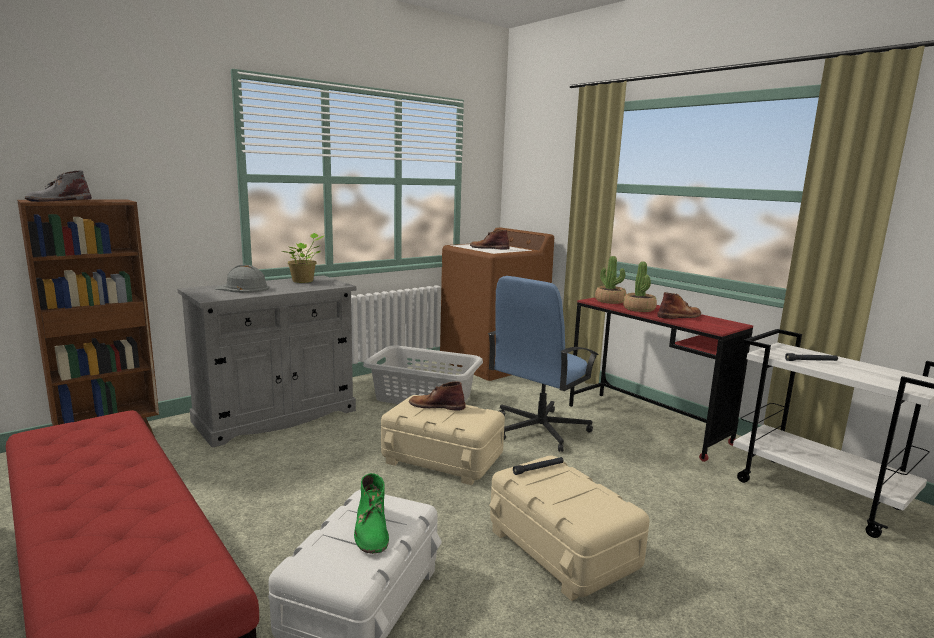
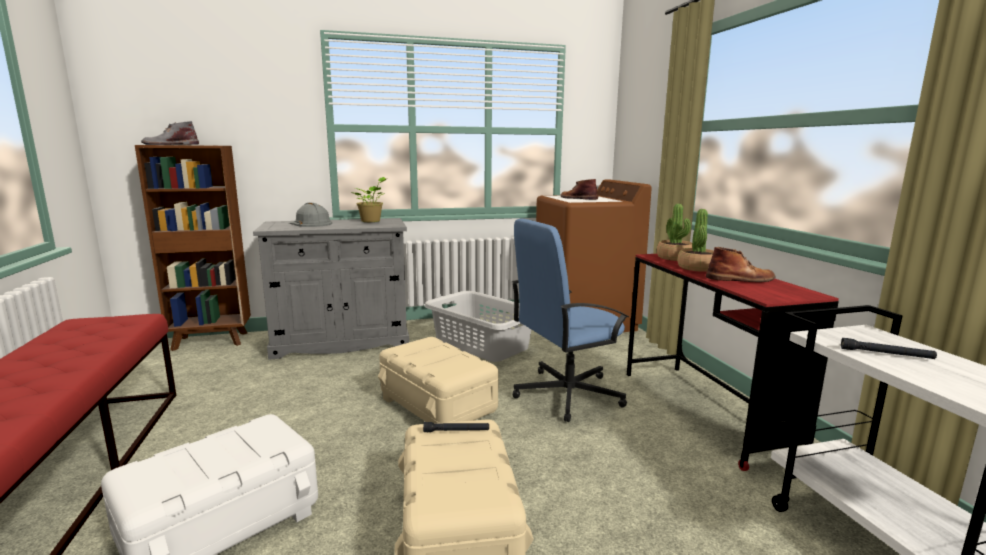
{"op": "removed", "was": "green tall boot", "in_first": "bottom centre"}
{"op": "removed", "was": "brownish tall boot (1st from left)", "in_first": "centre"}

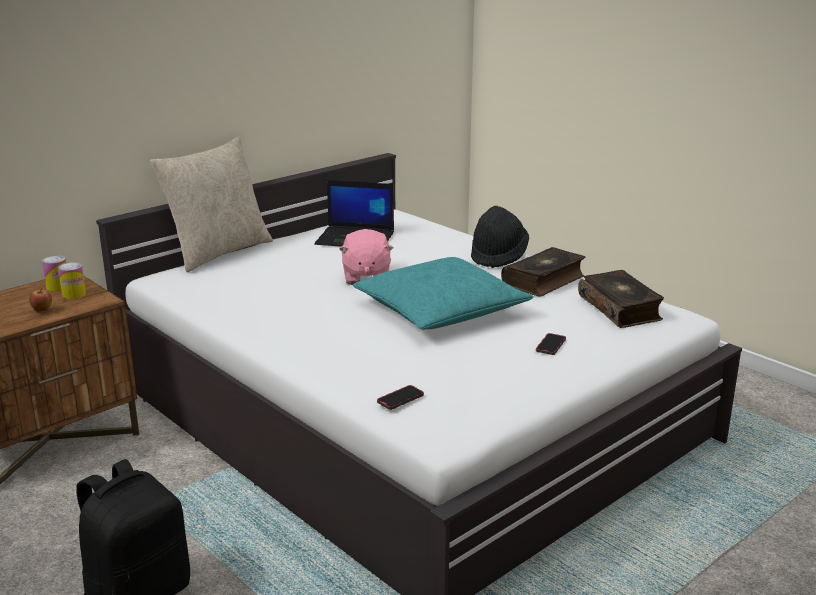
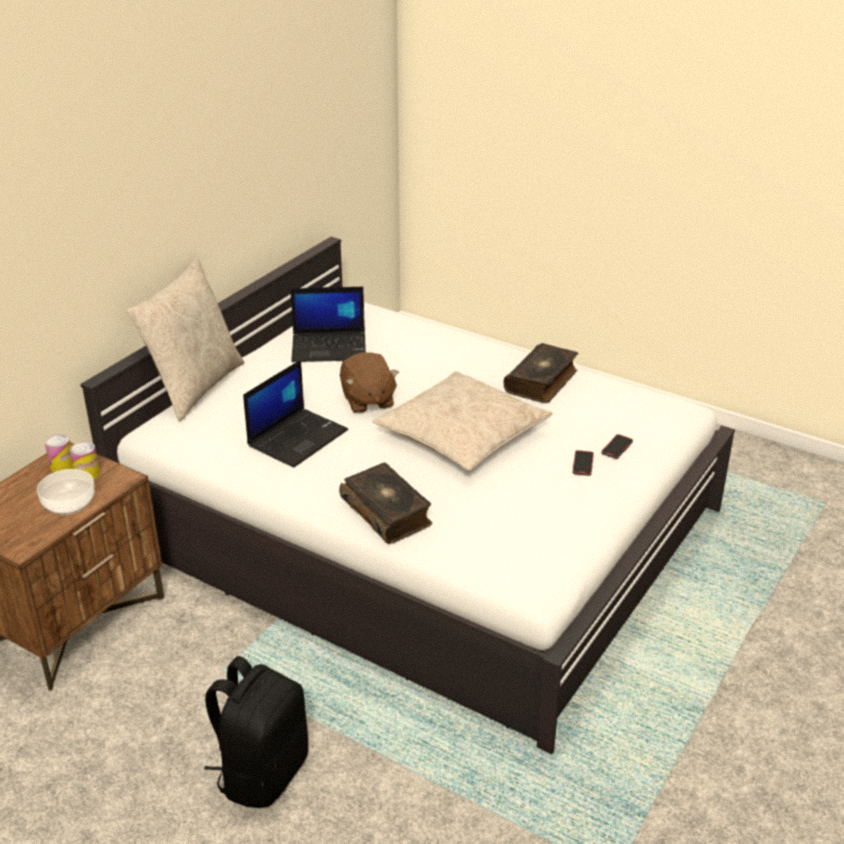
{"op": "replaced", "was": "apple fruit", "now": "bowl", "in_first": "middle left", "in_second": "middle left"}
{"op": "added", "now": "notebook computer (1st from left)", "in_second": "centre"}
{"op": "moved", "was": "book (2nd from left in the first image)", "now": "book (1st from left)", "in_first": "middle right", "in_second": "centre"}
{"op": "recoloured", "was": "pink soft toy", "now": "brownish soft toy", "in_first": "centre", "in_second": "centre"}
{"op": "recoloured", "was": "turquoise throw pillow", "now": "sand-coloured throw pillow (2nd from left)", "in_first": "centre", "in_second": "centre"}
{"op": "moved", "was": "telephone (1st from left in the first image)", "now": "telephone (2nd from left)", "in_first": "bottom centre", "in_second": "middle right"}
{"op": "removed", "was": "blackish wearable hat", "in_first": "centre"}

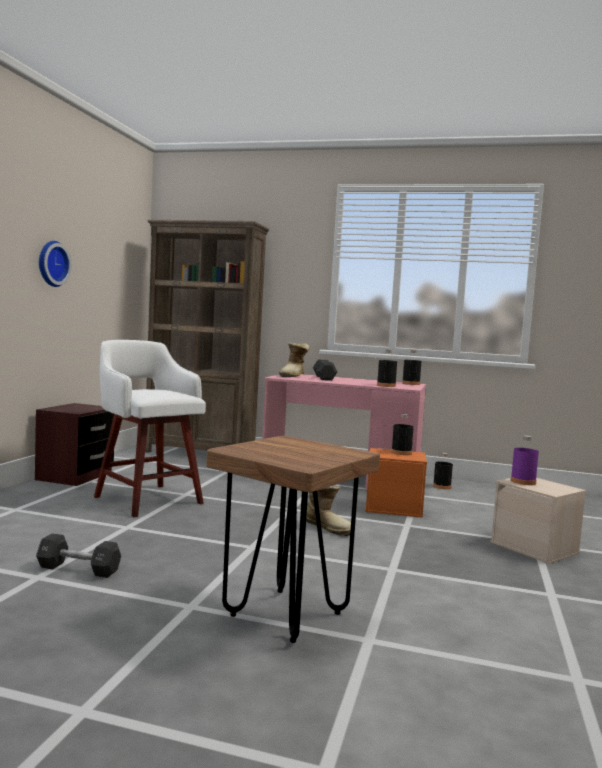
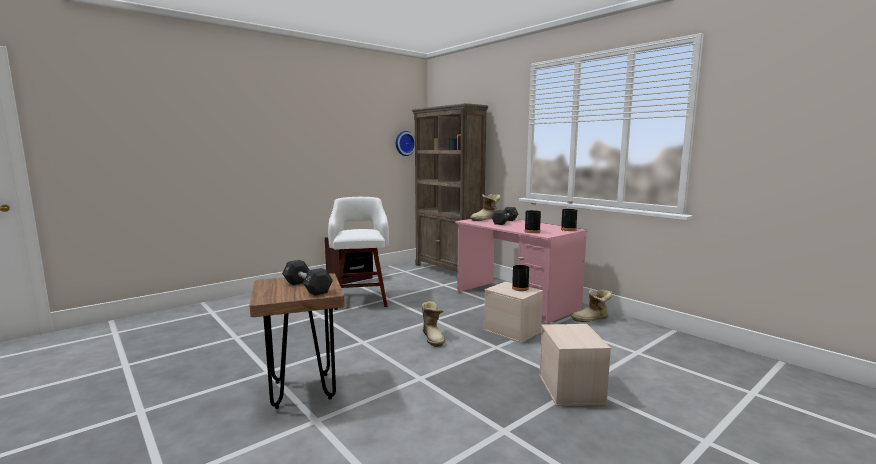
{"op": "moved", "was": "blackish free weight (1st from left)", "in_first": "bottom left", "in_second": "centre"}
{"op": "moved", "was": "wall clock", "in_first": "middle left", "in_second": "top centre"}
{"op": "recoloured", "was": "orange storage bin", "now": "sand-coloured storage bin (1st from left)", "in_first": "centre", "in_second": "bottom centre"}
{"op": "replaced", "was": "blackish drink bottle (4th from left)", "now": "tall boot (3rd from left)", "in_first": "middle right", "in_second": "middle right"}
{"op": "removed", "was": "purple drink bottle", "in_first": "middle right"}

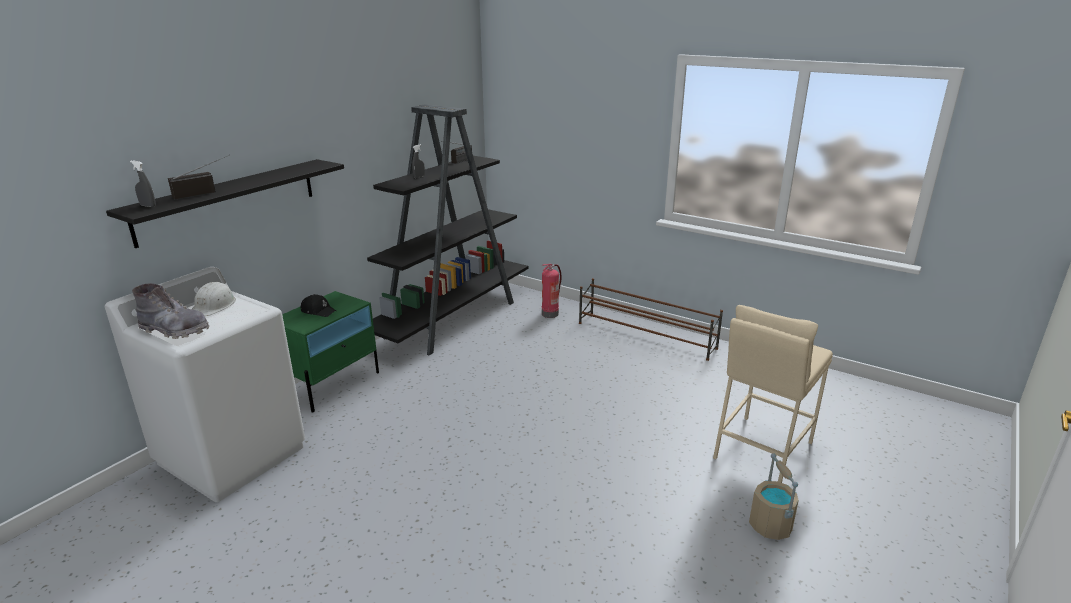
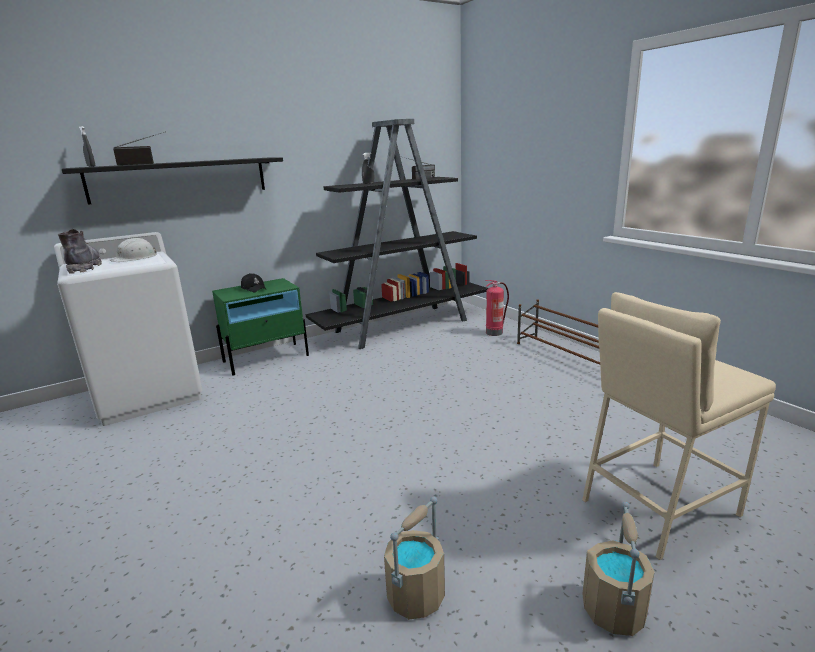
{"op": "turned", "was": "gray tall boot", "in_first": "middle left", "in_second": "middle left", "clockwise": -150}
{"op": "added", "now": "sand-coloured water bucket (1st from left)", "in_second": "bottom centre"}

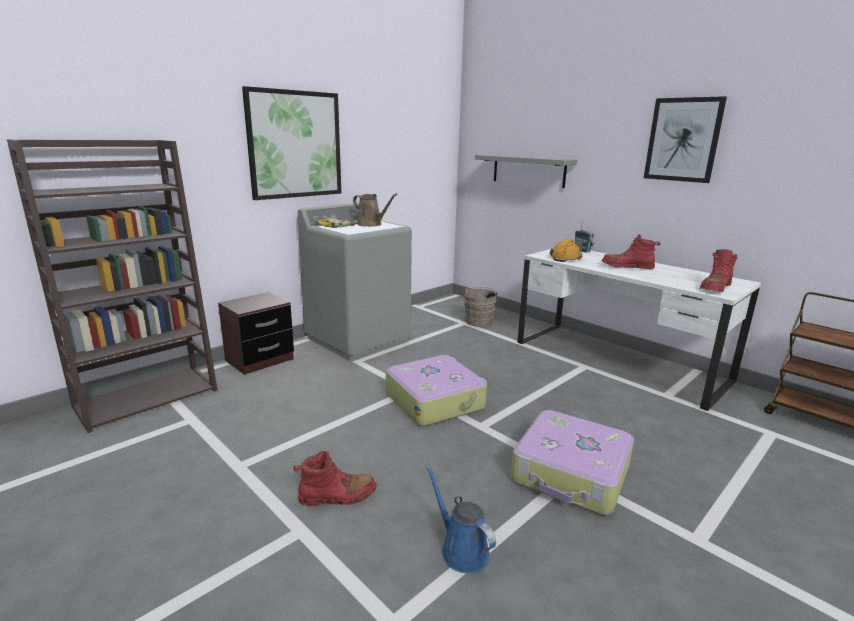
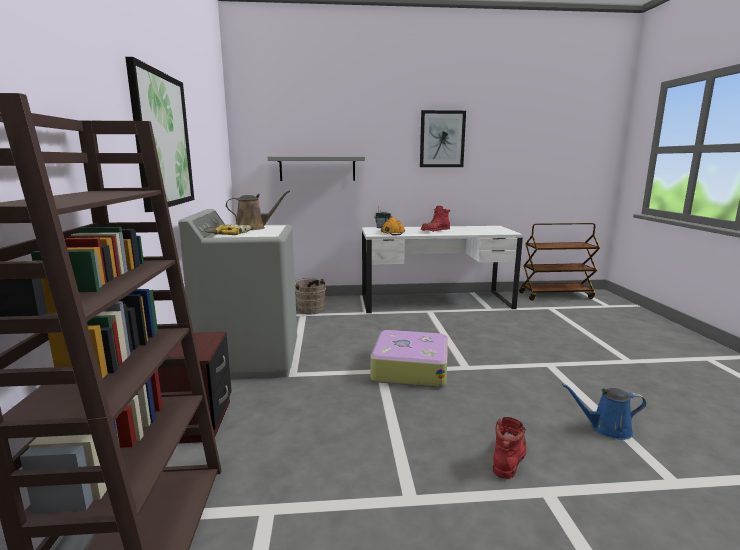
{"op": "removed", "was": "travel case (2nd from left)", "in_first": "bottom right"}
{"op": "removed", "was": "reddish tall boot (3rd from left)", "in_first": "middle right"}

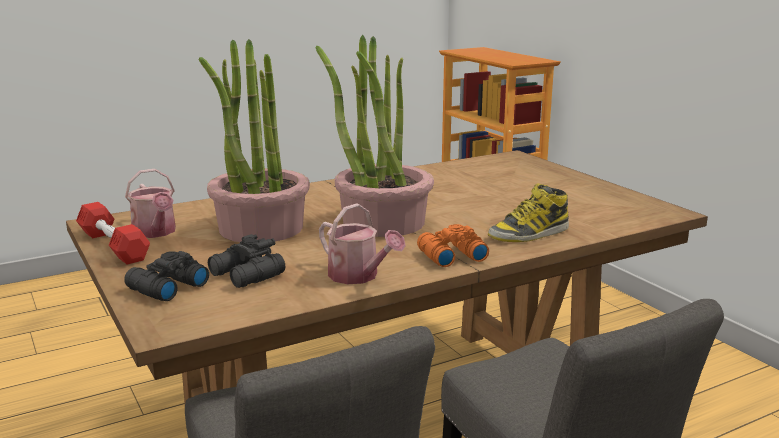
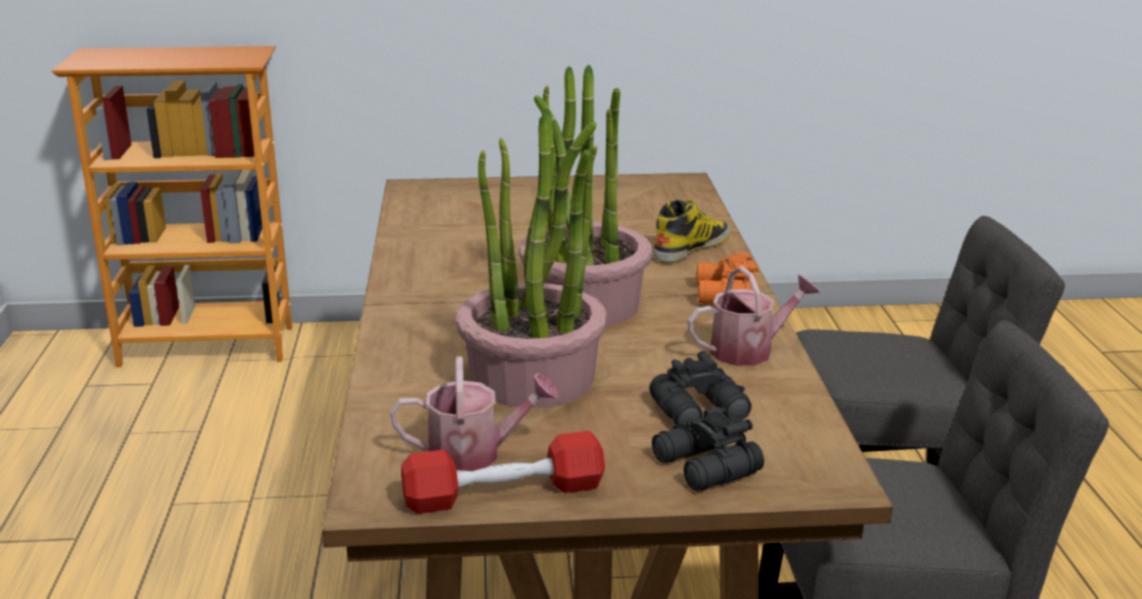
{"op": "turned", "was": "tall boot", "in_first": "middle right", "in_second": "centre", "clockwise": -135}

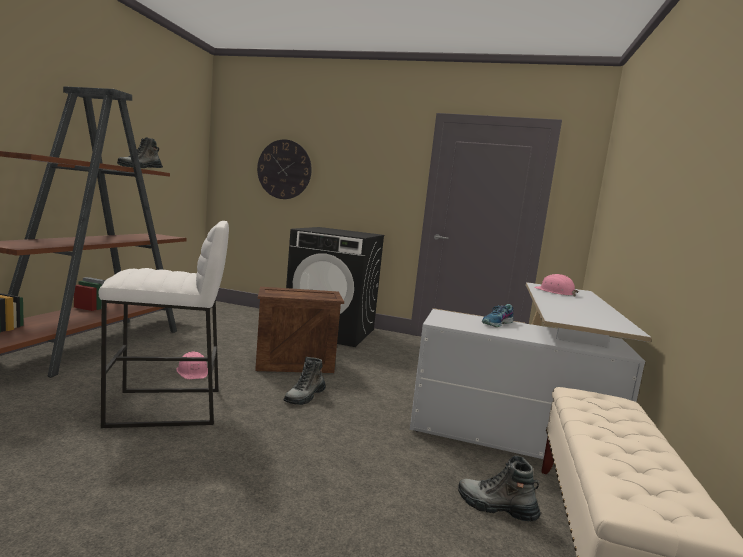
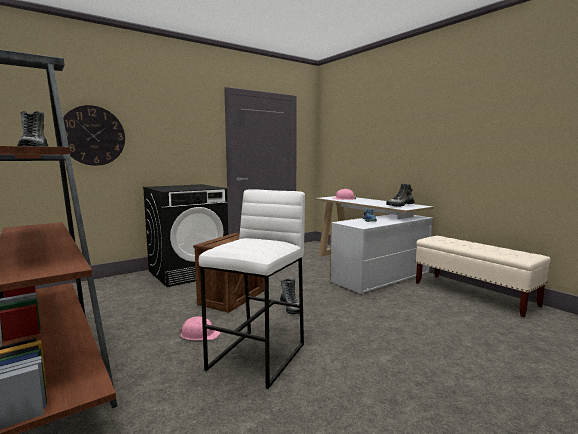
{"op": "moved", "was": "tall boot (3rd from left)", "in_first": "bottom right", "in_second": "middle right"}

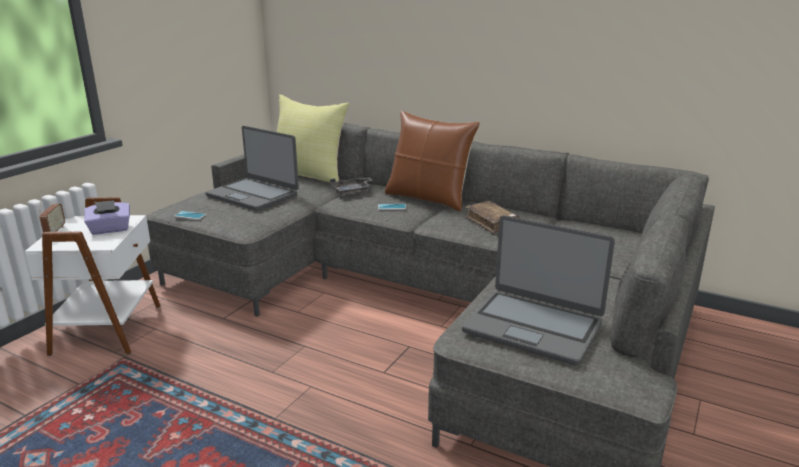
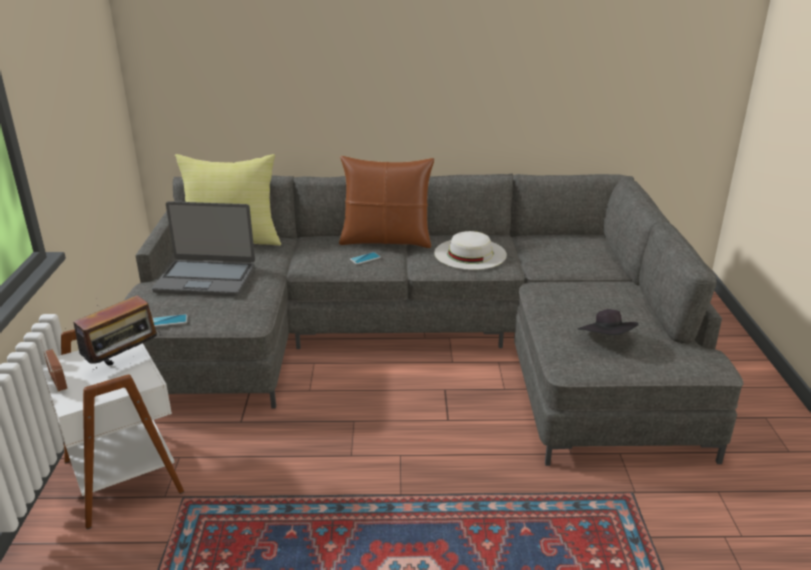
{"op": "replaced", "was": "purple box of tissues", "now": "radio (2nd from left)", "in_first": "middle left", "in_second": "middle left"}
{"op": "replaced", "was": "brownish book", "now": "whitish wearable hat", "in_first": "centre", "in_second": "centre"}
{"op": "replaced", "was": "notebook computer (2nd from left)", "now": "blackish wearable hat", "in_first": "middle right", "in_second": "middle right"}
{"op": "removed", "was": "gray carrying tray", "in_first": "centre"}

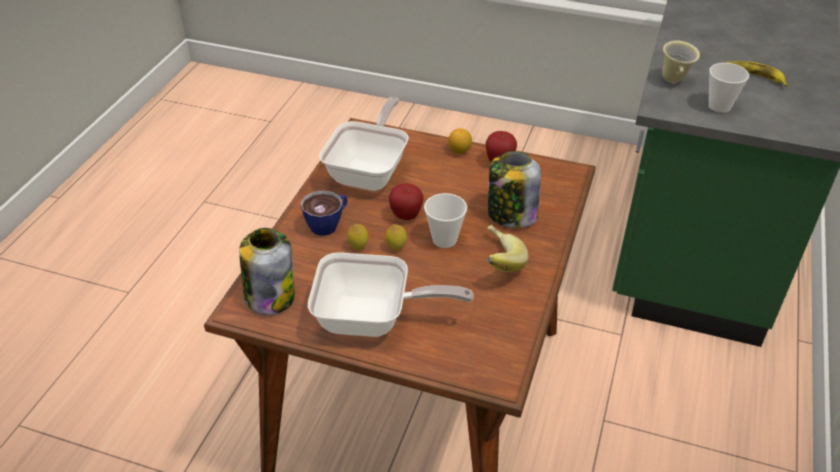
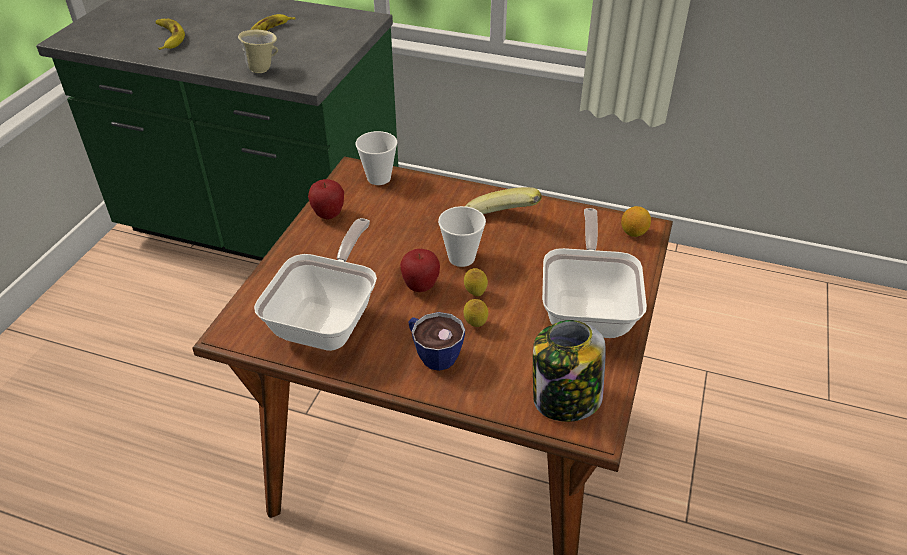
{"op": "added", "now": "banana fruit (1st from left)", "in_second": "top left"}
{"op": "turned", "was": "pan (1st from left)", "in_first": "top centre", "in_second": "centre", "clockwise": 90}
{"op": "moved", "was": "drinking cup (3rd from left in the first image)", "now": "drinking cup (1st from left)", "in_first": "top right", "in_second": "top centre"}
{"op": "moved", "was": "whole lemon (3rd from left)", "in_first": "top centre", "in_second": "middle right"}
{"op": "removed", "was": "jar (2nd from left)", "in_first": "centre"}

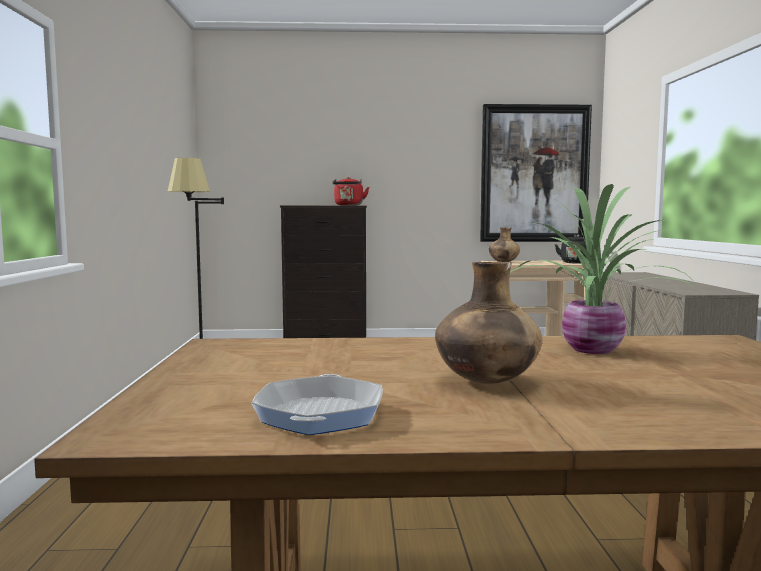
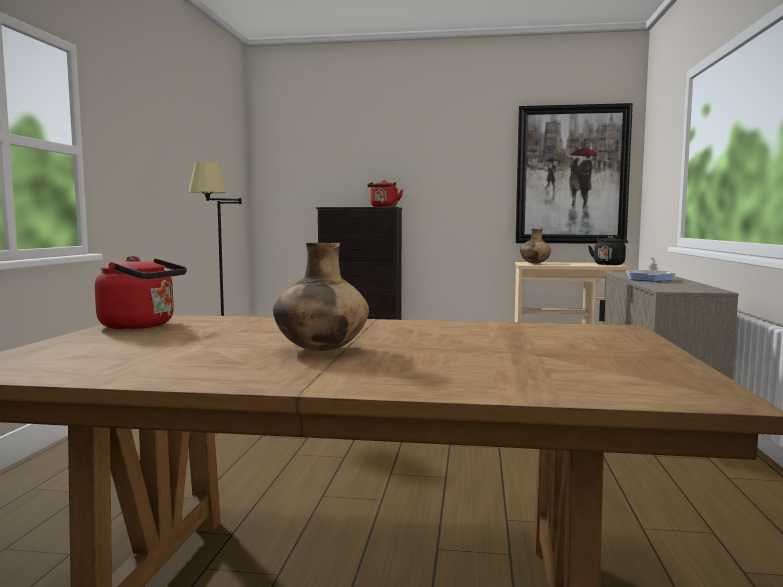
{"op": "added", "now": "reddish kettle (1st from left)", "in_second": "middle left"}
{"op": "moved", "was": "pan", "in_first": "bottom centre", "in_second": "middle right"}
{"op": "removed", "was": "plant in a pot", "in_first": "middle right"}

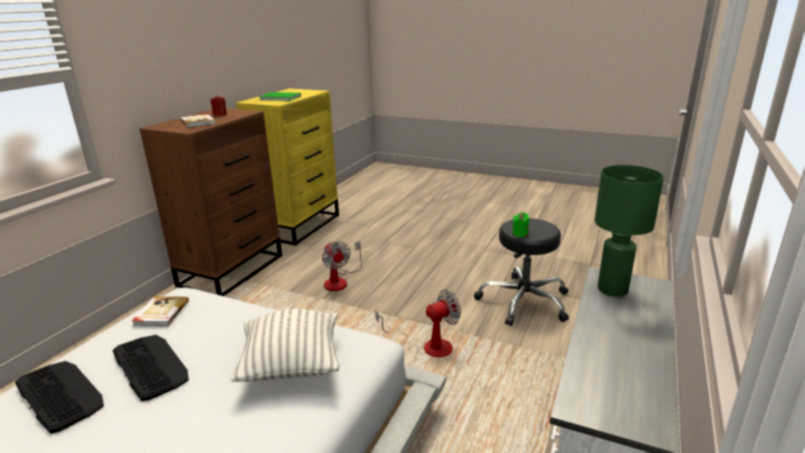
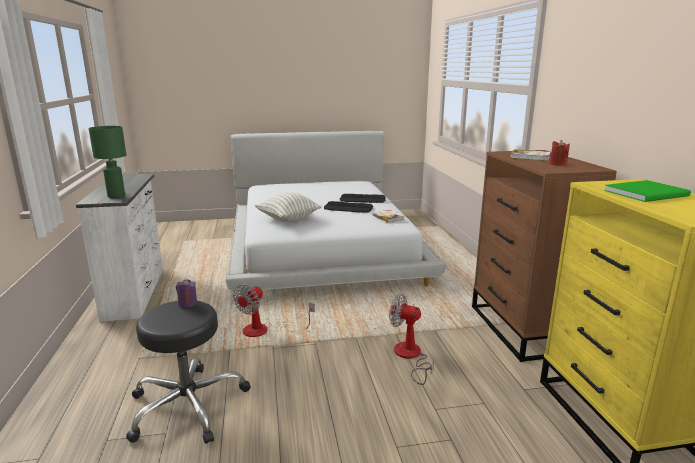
{"op": "recoloured", "was": "green wax light", "now": "purple wax light", "in_first": "centre", "in_second": "middle left"}

